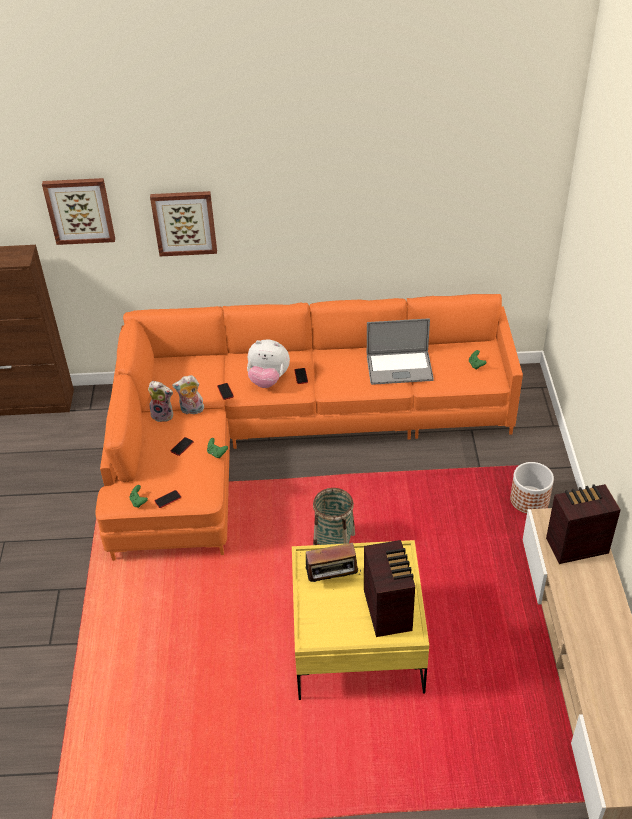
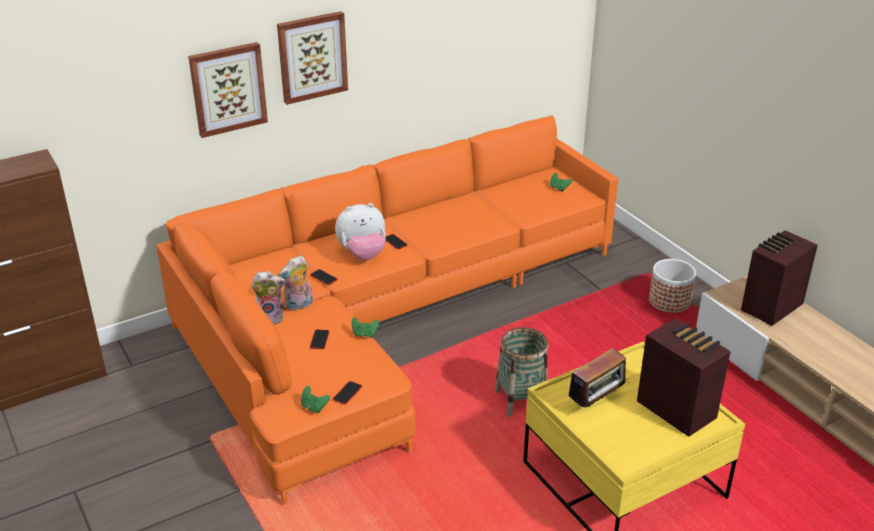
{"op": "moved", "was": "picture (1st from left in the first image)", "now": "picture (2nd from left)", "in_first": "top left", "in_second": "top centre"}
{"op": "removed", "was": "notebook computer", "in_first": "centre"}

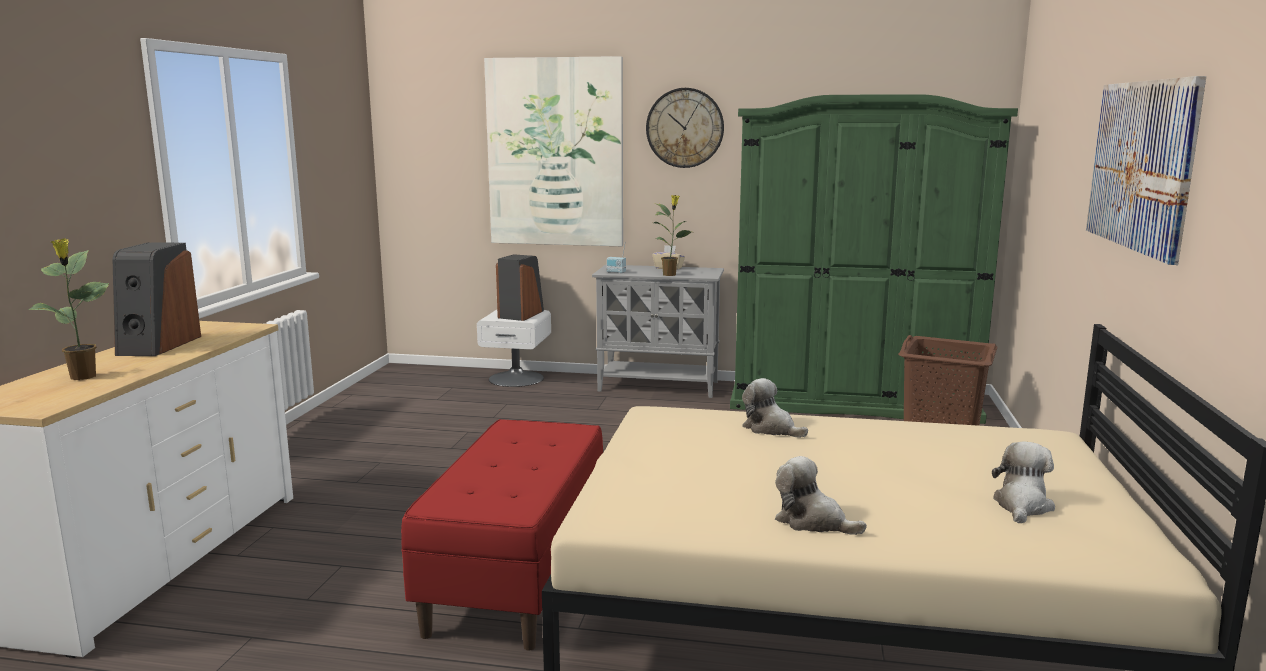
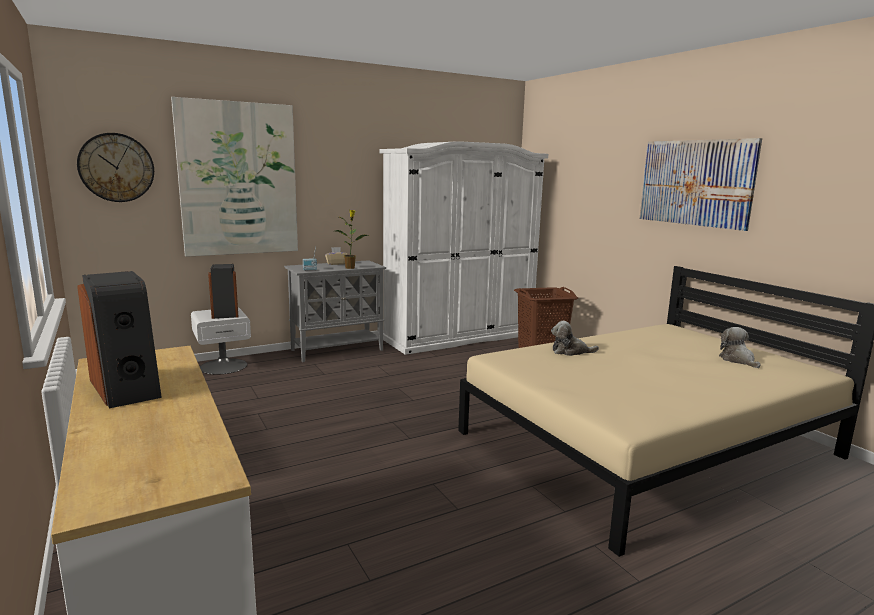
{"op": "moved", "was": "wall clock", "in_first": "top centre", "in_second": "top left"}
{"op": "recoloured", "was": "green clothes cupboard", "now": "whitish clothes cupboard", "in_first": "middle right", "in_second": "centre"}
{"op": "removed", "was": "plant in a pot (1st from left)", "in_first": "middle left"}
{"op": "removed", "was": "reddish bench", "in_first": "bottom centre"}
{"op": "removed", "was": "soft toy (2nd from left)", "in_first": "bottom centre"}

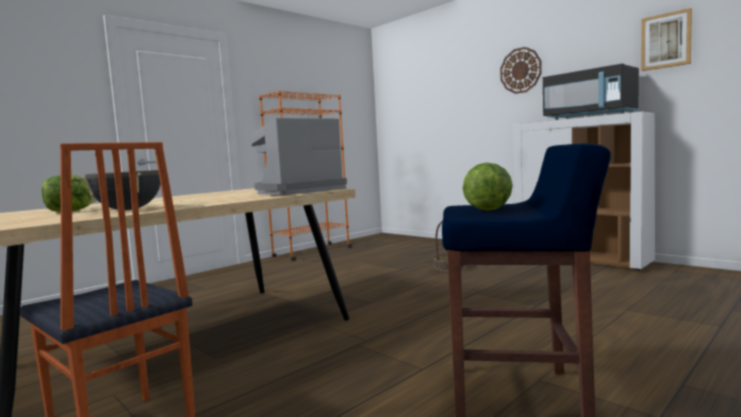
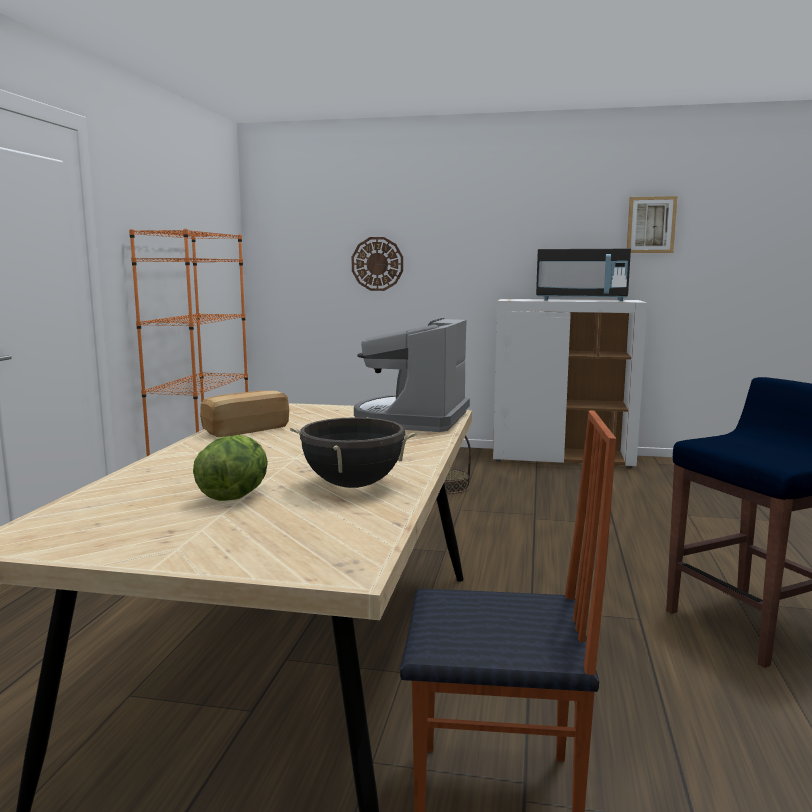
{"op": "added", "now": "bread", "in_second": "middle left"}
{"op": "moved", "was": "wall clock", "in_first": "top right", "in_second": "top centre"}
{"op": "removed", "was": "lettuce (2nd from left)", "in_first": "centre"}

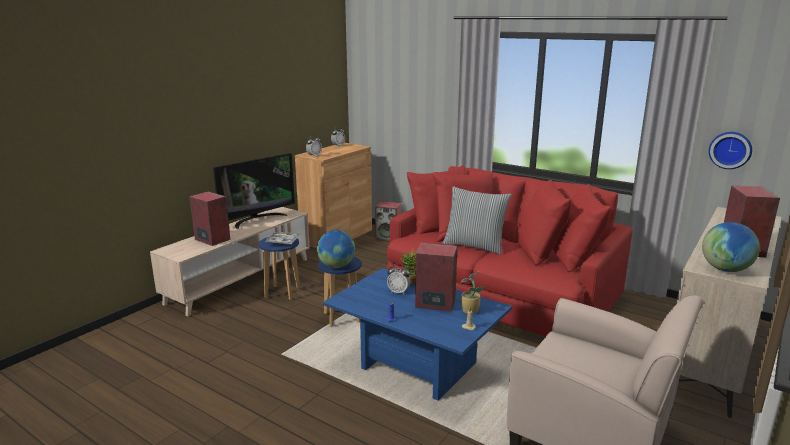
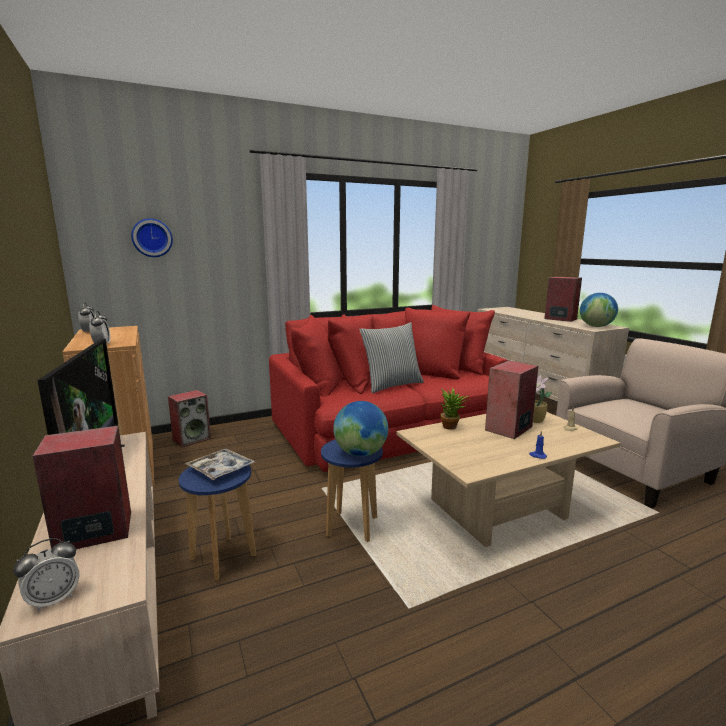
{"op": "moved", "was": "table clock (3rd from left in the first image)", "now": "table clock (1st from left)", "in_first": "centre", "in_second": "bottom left"}
{"op": "moved", "was": "wall clock", "in_first": "middle right", "in_second": "top left"}
{"op": "recoloured", "was": "bluish coffee table", "now": "sand-coloured coffee table", "in_first": "bottom centre", "in_second": "middle right"}

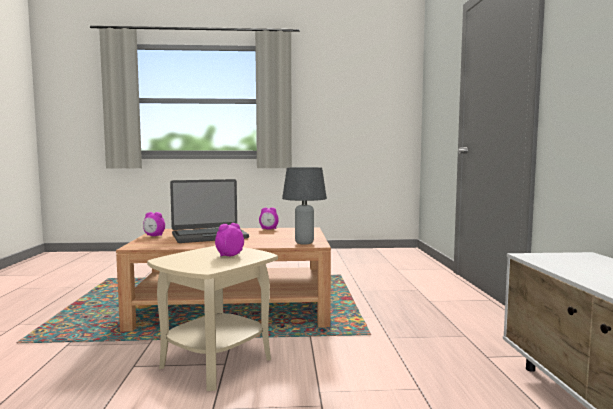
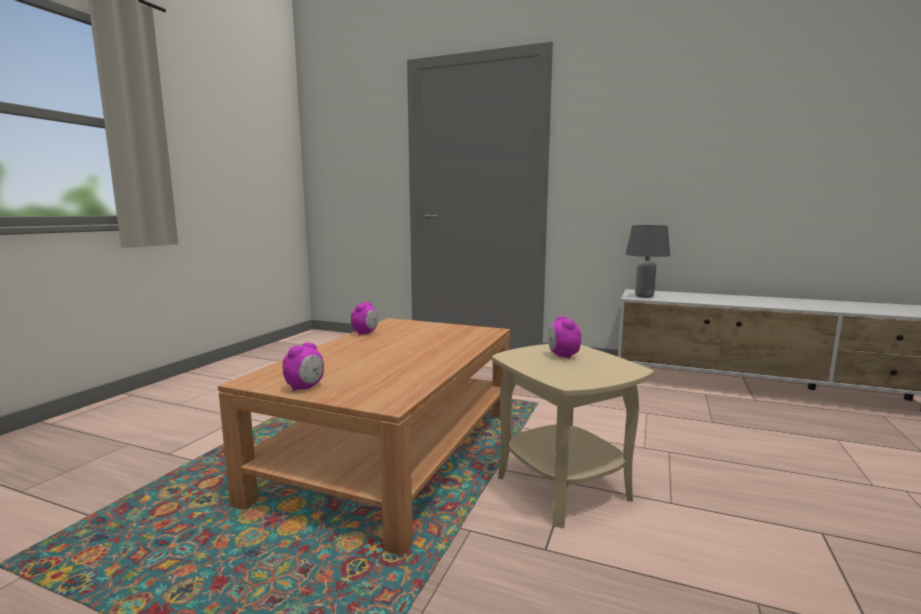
{"op": "moved", "was": "gray lamp for a table", "in_first": "centre", "in_second": "middle right"}
{"op": "removed", "was": "notebook computer", "in_first": "centre"}

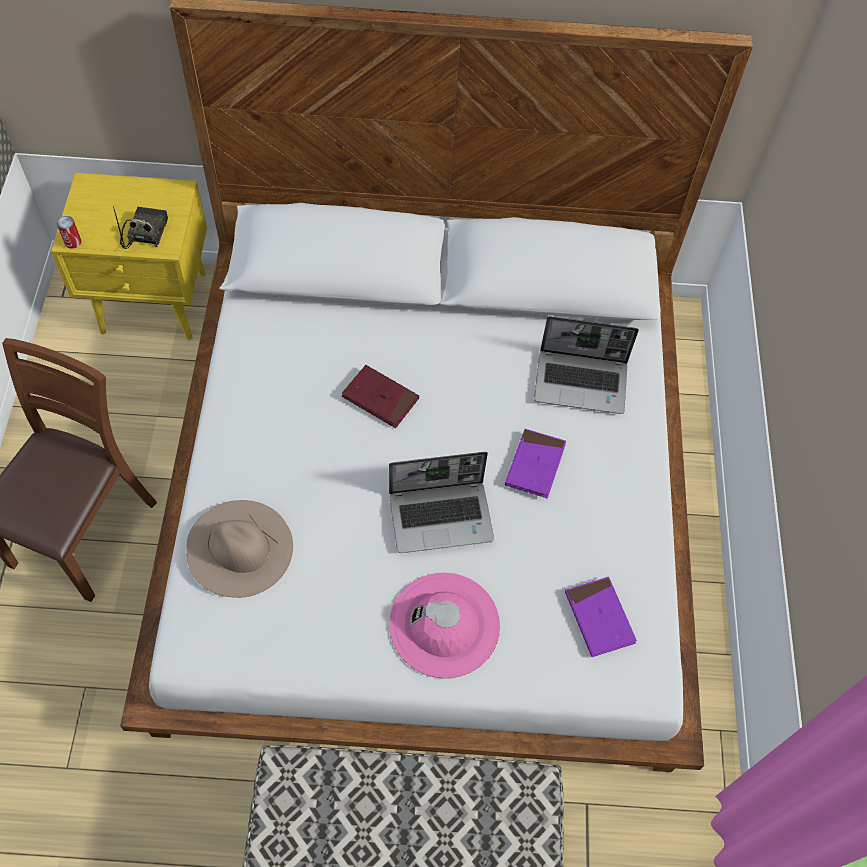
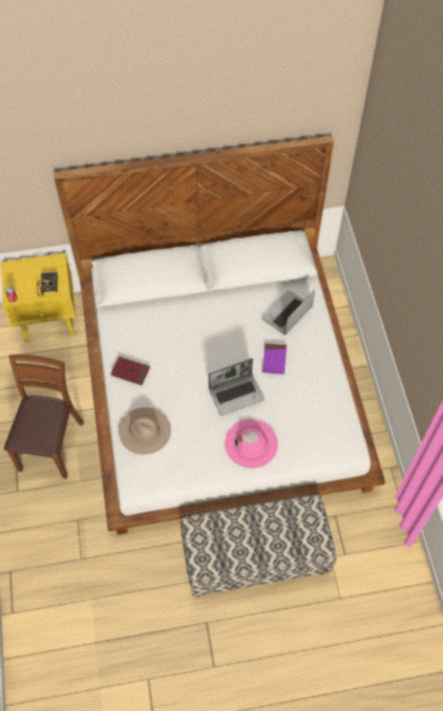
{"op": "moved", "was": "reddish book", "in_first": "centre", "in_second": "middle left"}
{"op": "turned", "was": "notebook computer (2nd from left)", "in_first": "middle right", "in_second": "centre", "clockwise": 135}
{"op": "removed", "was": "purple book (2nd from left)", "in_first": "bottom right"}

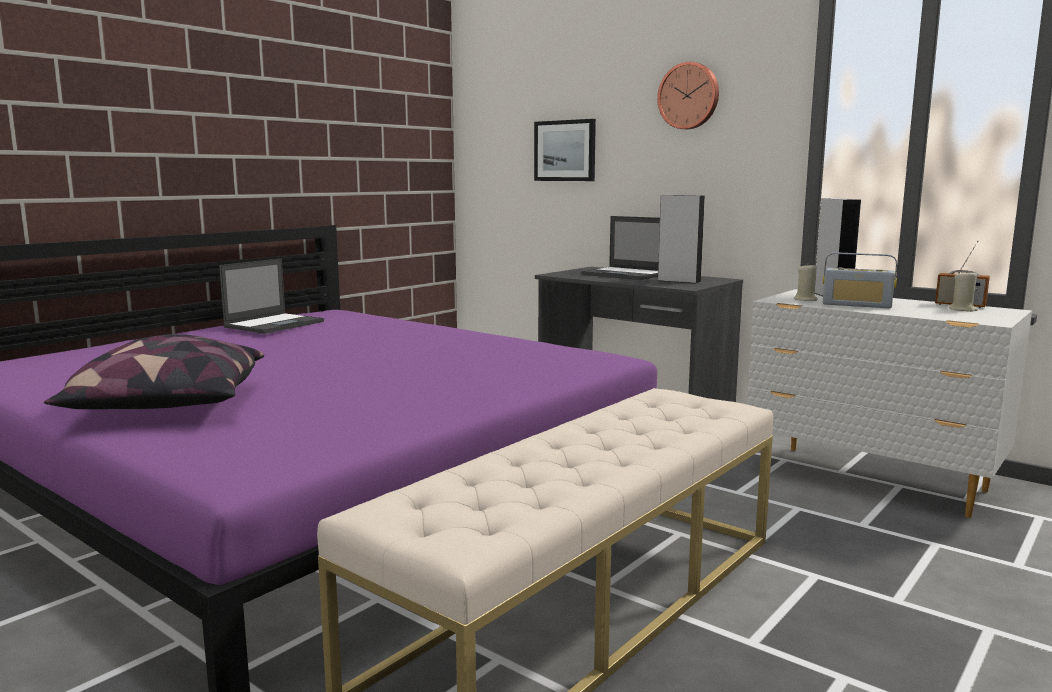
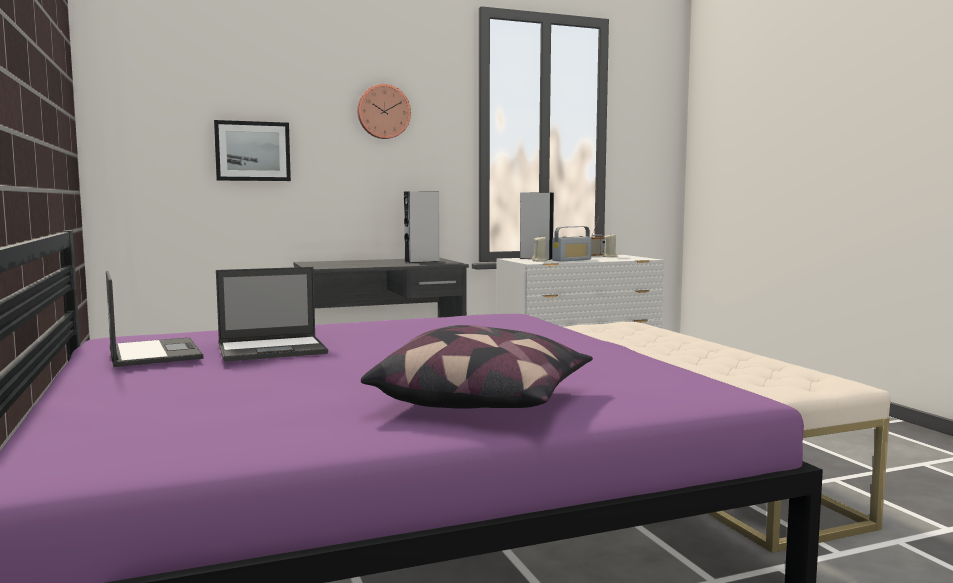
{"op": "moved", "was": "notebook computer (2nd from left)", "in_first": "centre", "in_second": "middle left"}

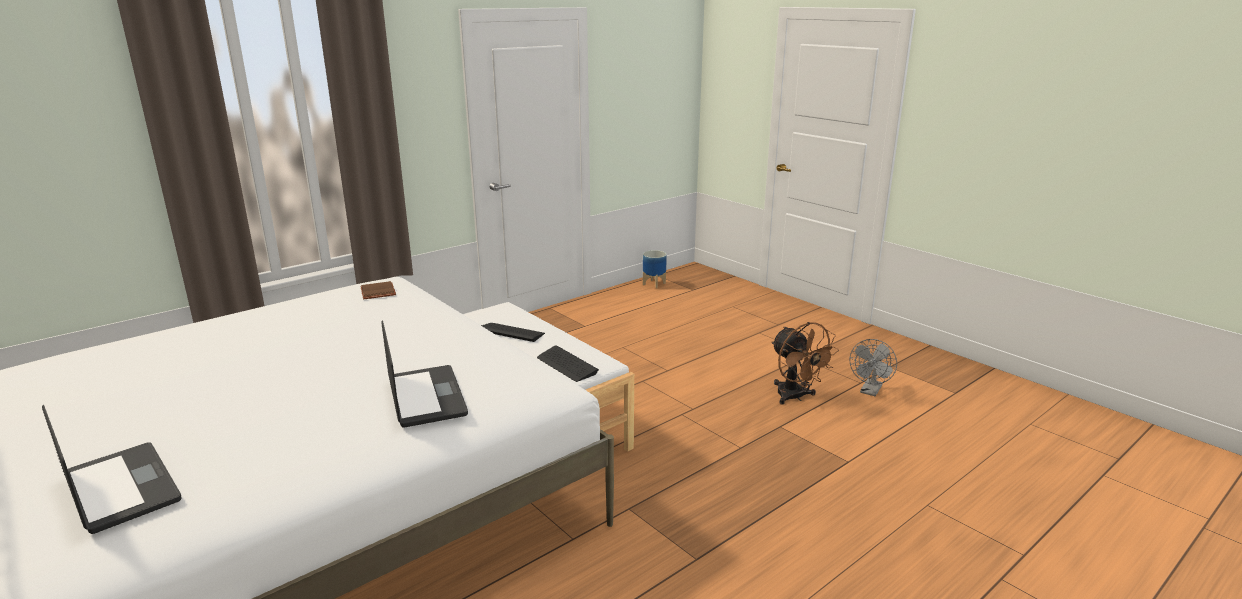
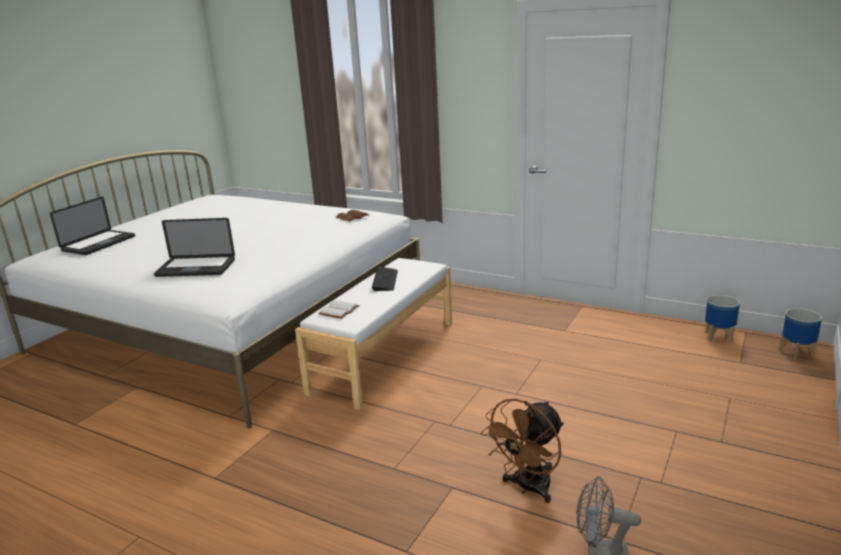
{"op": "turned", "was": "notebook computer (2nd from left)", "in_first": "centre", "in_second": "middle left", "clockwise": 45}
{"op": "replaced", "was": "PC keyboard (2nd from left)", "now": "whitish book", "in_first": "centre", "in_second": "centre"}
{"op": "added", "now": "planter (2nd from left)", "in_second": "middle right"}

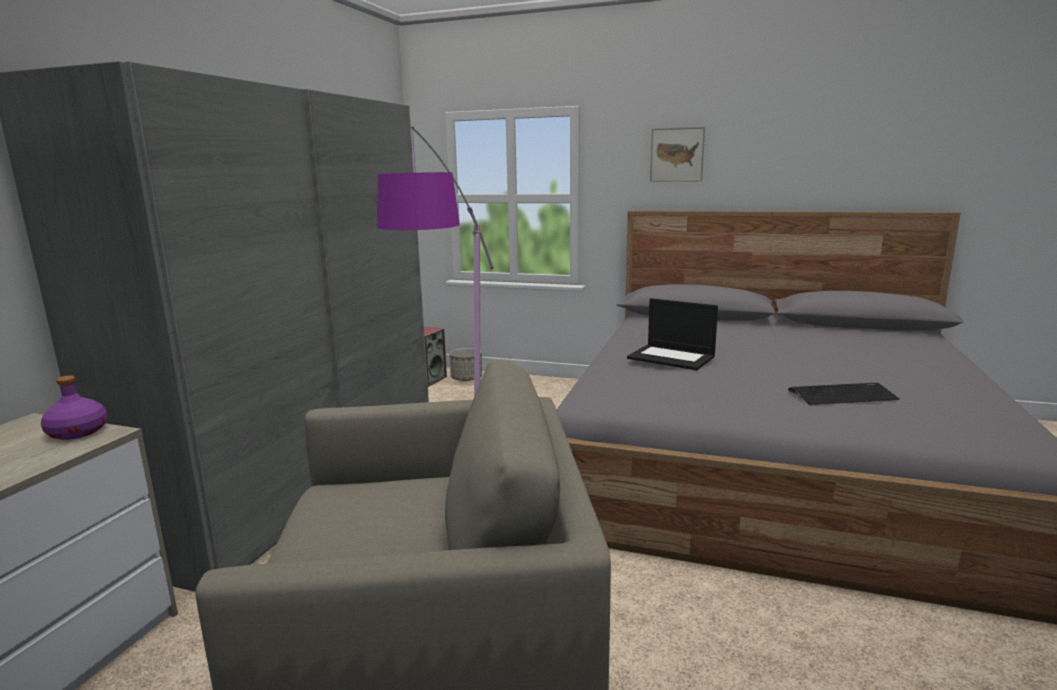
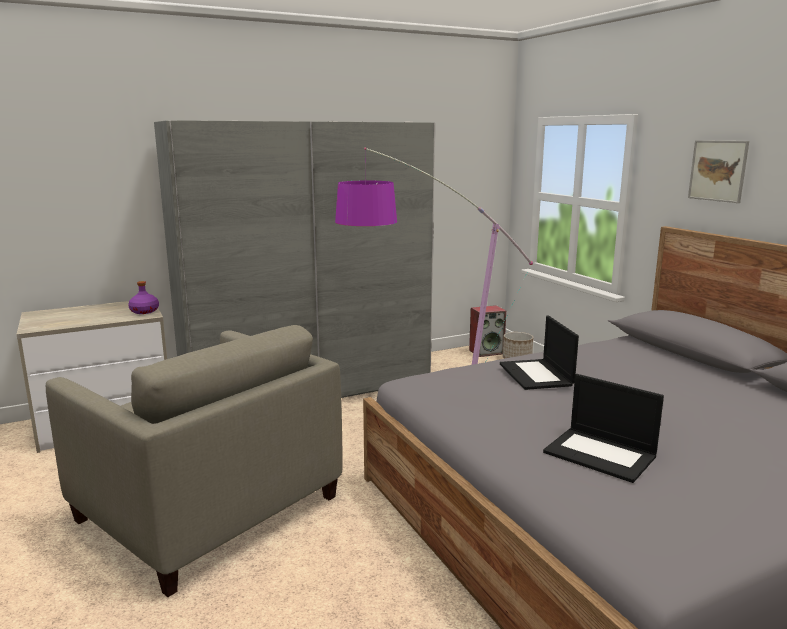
{"op": "replaced", "was": "PC keyboard", "now": "notebook computer (2nd from left)", "in_first": "middle right", "in_second": "bottom right"}

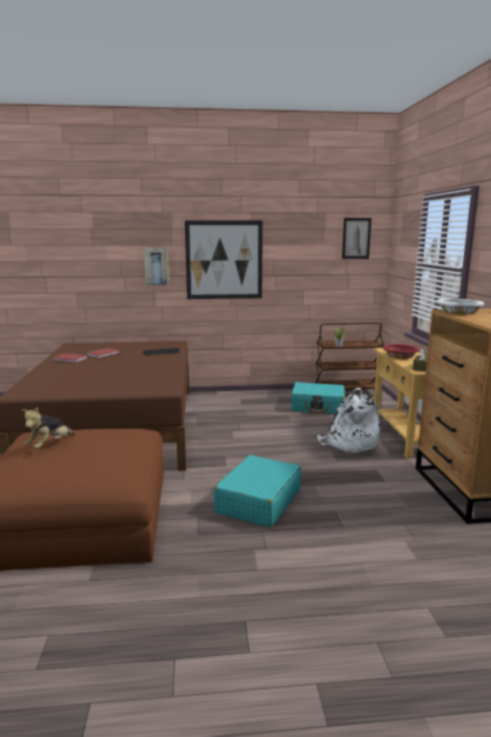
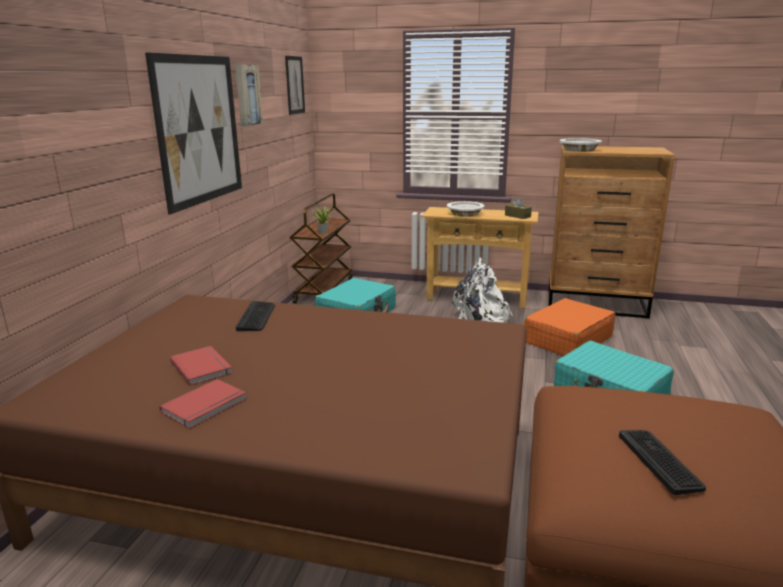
{"op": "moved", "was": "picture (1st from left in the first image)", "now": "picture (2nd from left)", "in_first": "middle left", "in_second": "top left"}
{"op": "recoloured", "was": "reddish bowl", "now": "whitish bowl (1st from left)", "in_first": "middle right", "in_second": "centre"}
{"op": "added", "now": "orange travel case", "in_second": "middle right"}
{"op": "replaced", "was": "soft toy", "now": "PC keyboard (2nd from left)", "in_first": "middle left", "in_second": "bottom right"}

